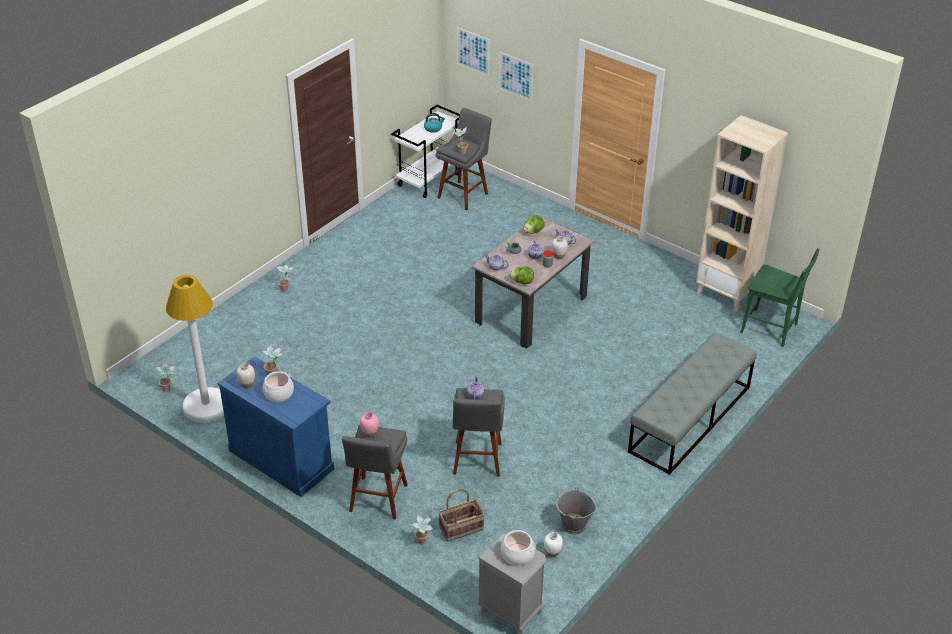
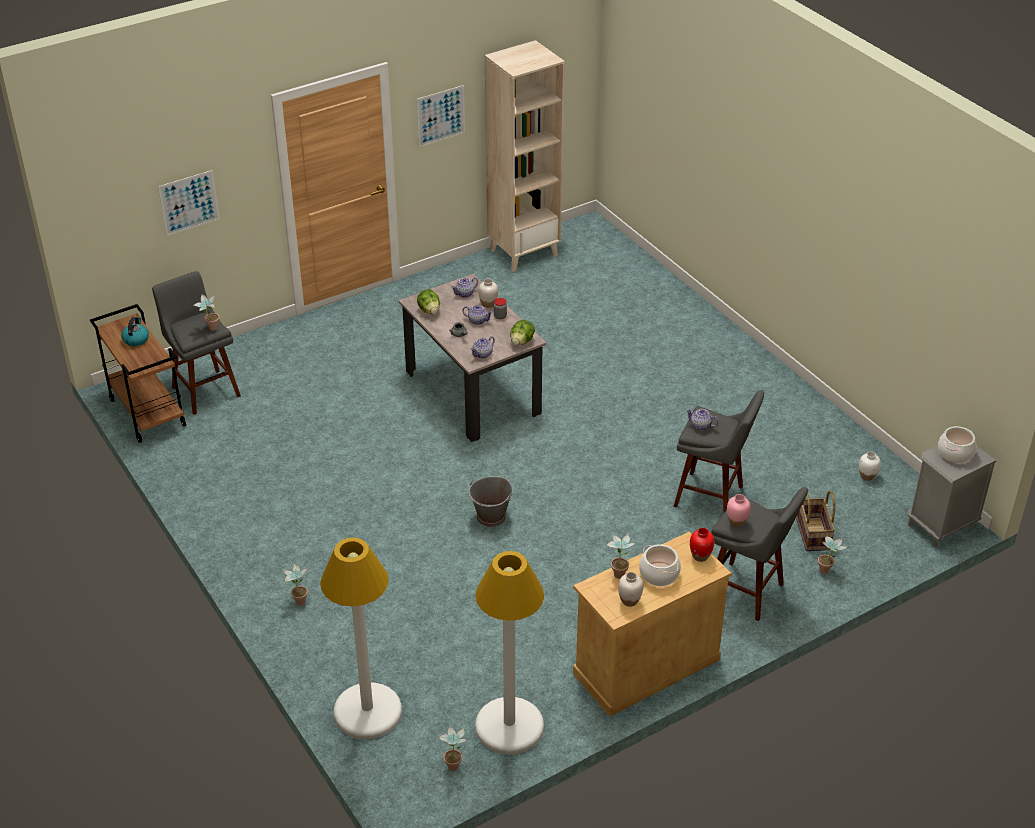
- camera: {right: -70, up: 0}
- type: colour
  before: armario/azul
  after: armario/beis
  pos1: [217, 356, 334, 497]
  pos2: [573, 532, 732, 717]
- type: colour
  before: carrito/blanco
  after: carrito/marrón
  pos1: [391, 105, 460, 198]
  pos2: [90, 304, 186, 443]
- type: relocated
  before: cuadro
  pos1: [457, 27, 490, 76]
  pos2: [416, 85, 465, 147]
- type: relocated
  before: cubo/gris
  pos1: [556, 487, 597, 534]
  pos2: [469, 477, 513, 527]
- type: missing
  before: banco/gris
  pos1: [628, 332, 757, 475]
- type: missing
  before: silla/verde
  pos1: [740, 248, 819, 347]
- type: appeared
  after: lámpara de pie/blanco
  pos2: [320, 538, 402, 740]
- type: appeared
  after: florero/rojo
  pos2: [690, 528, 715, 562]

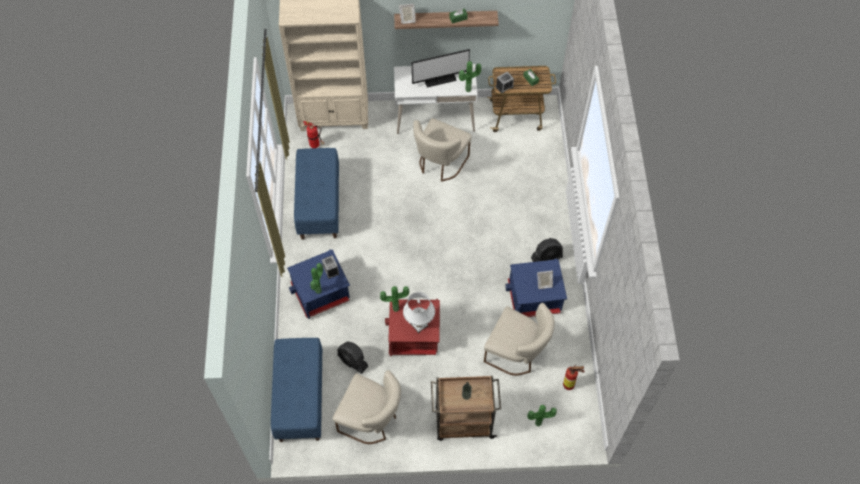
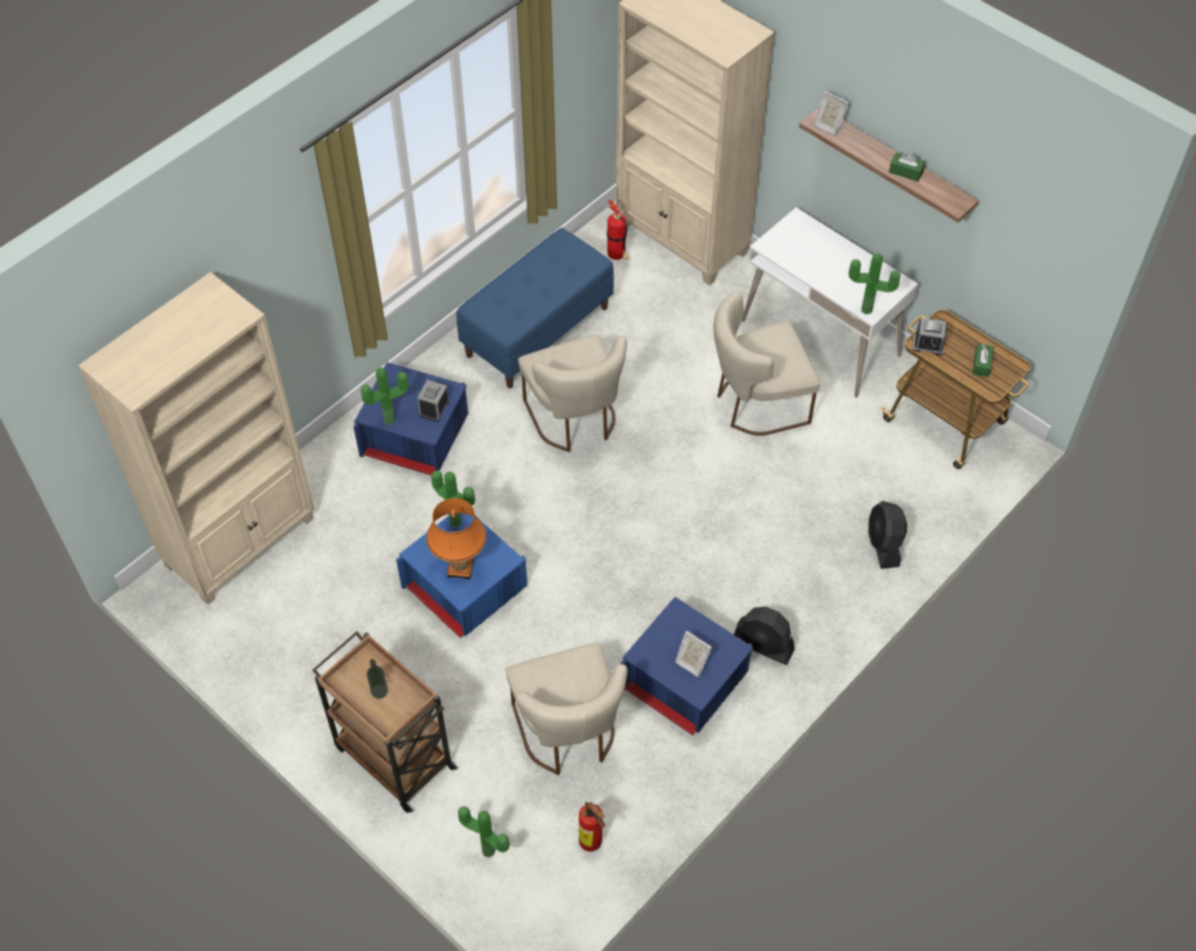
- camera: {right: 45, up: -5}
- type: exchanged
  before: banco/azul
  after: estantería/beis
  pos1: [271, 338, 322, 442]
  pos2: [78, 272, 315, 605]
- type: relocated
  before: silla/beis
  pos1: [333, 370, 401, 444]
  pos2: [518, 334, 627, 452]
- type: relocated
  before: ventilador/negro
  pos1: [337, 341, 368, 374]
  pos2: [868, 501, 907, 569]
- type: colour
  before: caja de almacenaje/rojo
  after: caja de almacenaje/azul
  pos1: [385, 299, 440, 356]
  pos2: [396, 513, 527, 638]
- type: colour
  before: lámpara de mesa/blanco
  after: lámpara de mesa/naranja
  pos1: [403, 292, 435, 333]
  pos2: [426, 498, 486, 579]
- type: missing
  before: monitor
  pos1: [412, 49, 470, 87]

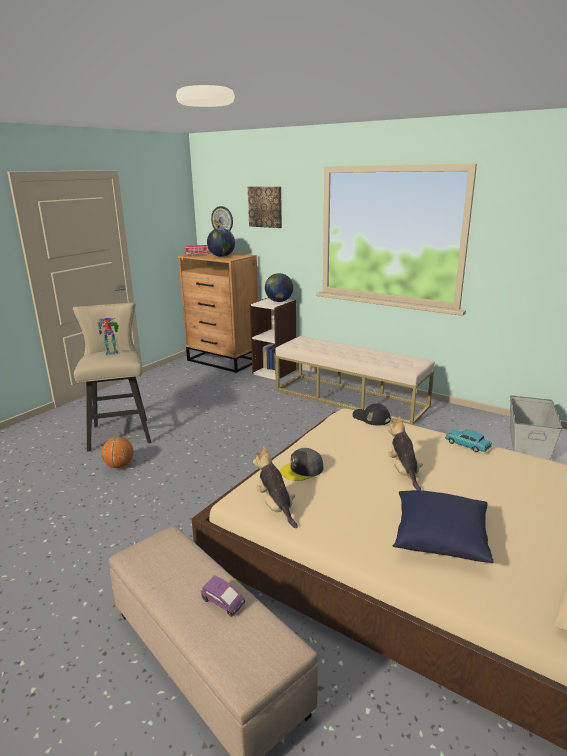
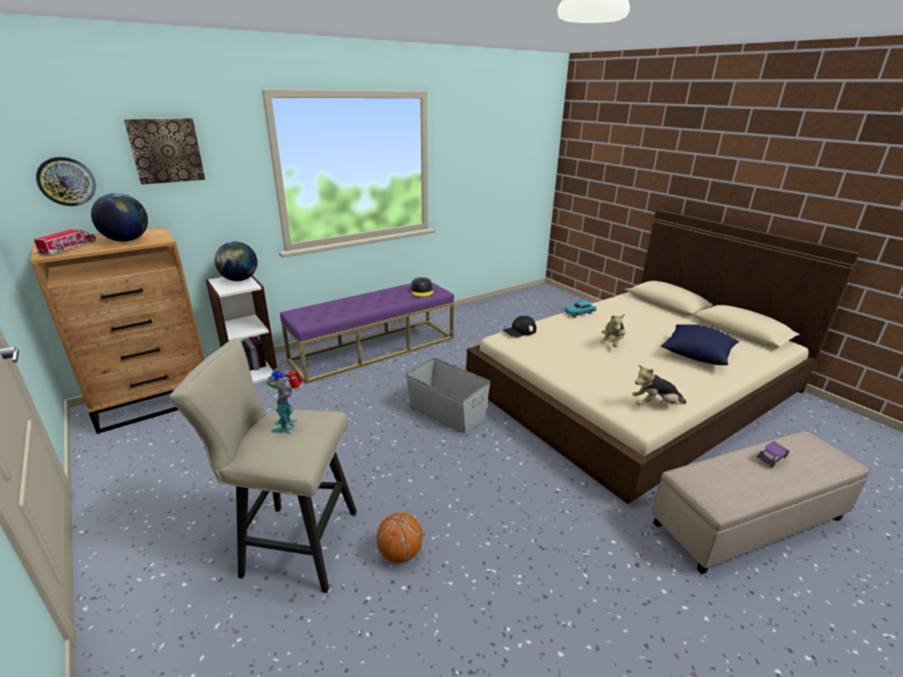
- camera: {right: -70, up: 5}
- type: colour
  before: banco/beis
  after: banco/morado
  pos1: [275, 336, 435, 425]
  pos2: [280, 282, 454, 384]
- type: relocated
  before: gorra/gris
  pos1: [280, 448, 324, 481]
  pos2: [411, 277, 433, 297]
- type: spun
  before: peluche
  pos1: [388, 416, 423, 490]
  pos2: [600, 314, 626, 347]
  turn: -75
- type: relocated
  before: caja de almacenaje/gris
  pos1: [510, 396, 562, 460]
  pos2: [406, 358, 491, 433]

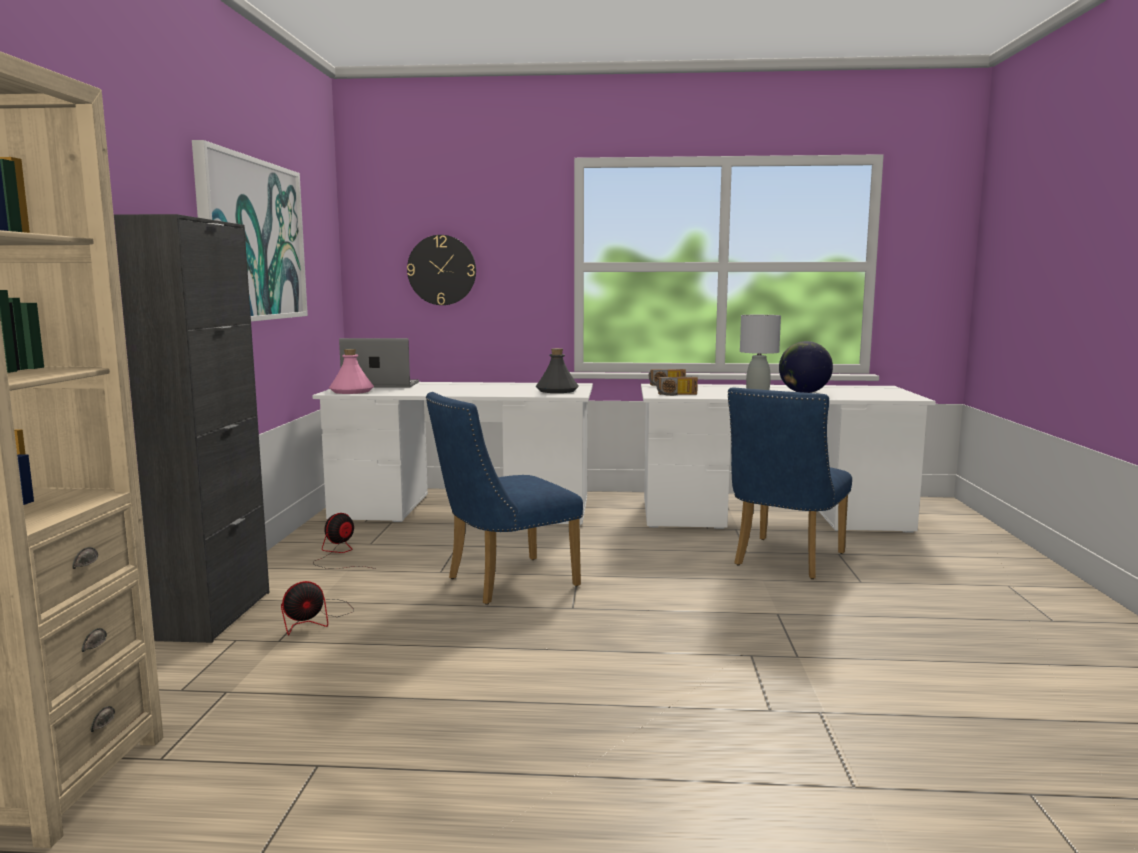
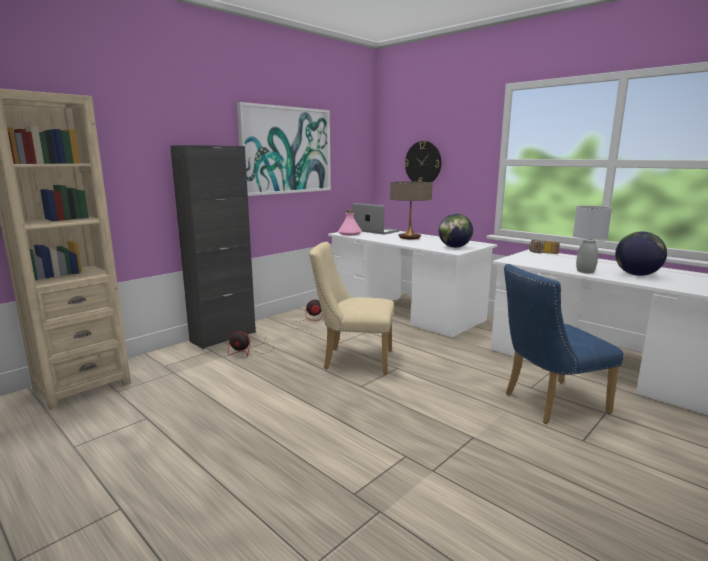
- camera: {right: 40, up: 5}
- type: colour
  before: silla/azul
  after: silla/beis
  pos1: [426, 392, 583, 605]
  pos2: [309, 242, 394, 375]
- type: exchanged
  before: botella/gris
  after: globo terráqueo
  pos1: [535, 348, 579, 393]
  pos2: [439, 214, 473, 248]
- type: missing
  before: radio
  pos1: [656, 377, 698, 396]
- type: appeared
  after: lámpara de mesa
  pos2: [390, 181, 433, 239]

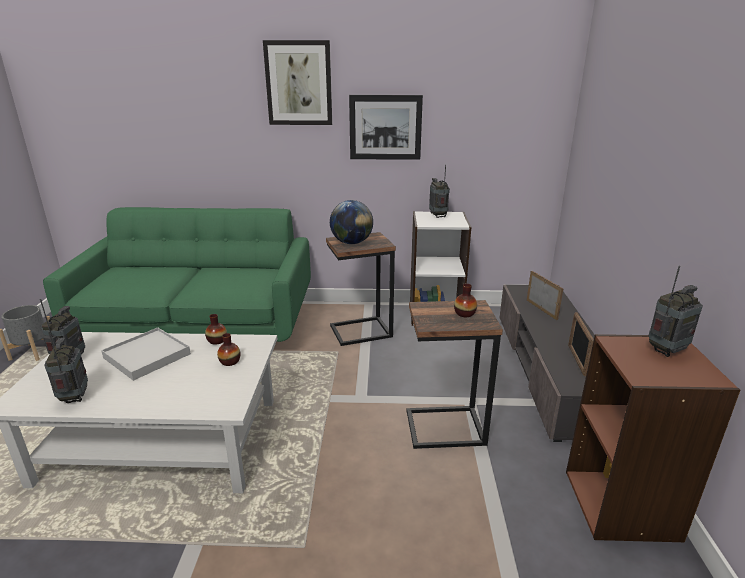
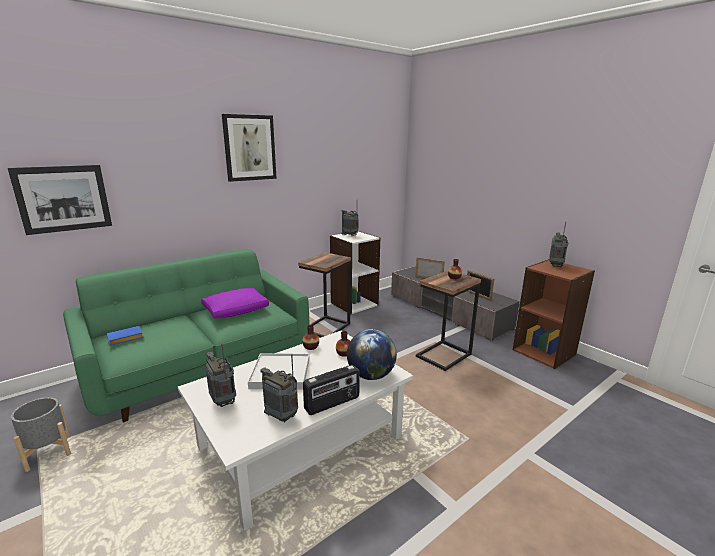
- camera: {right: -40, up: -5}
- type: relocated
  before: globo terráqueo
  pos1: [330, 200, 373, 244]
  pos2: [347, 329, 397, 380]
- type: relocated
  before: cuadro
  pos1: [349, 95, 423, 160]
  pos2: [8, 165, 112, 235]
- type: appeared
  after: libro/azul
  pos2: [107, 326, 143, 346]
- type: appeared
  after: cojín/morado
  pos2: [201, 288, 269, 319]
- type: appeared
  after: radio
  pos2: [303, 365, 360, 415]

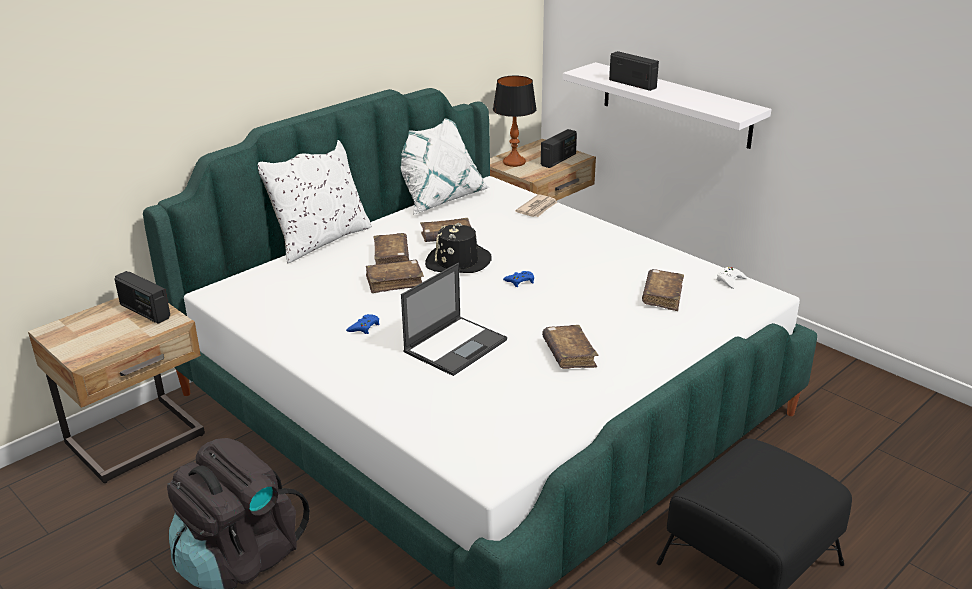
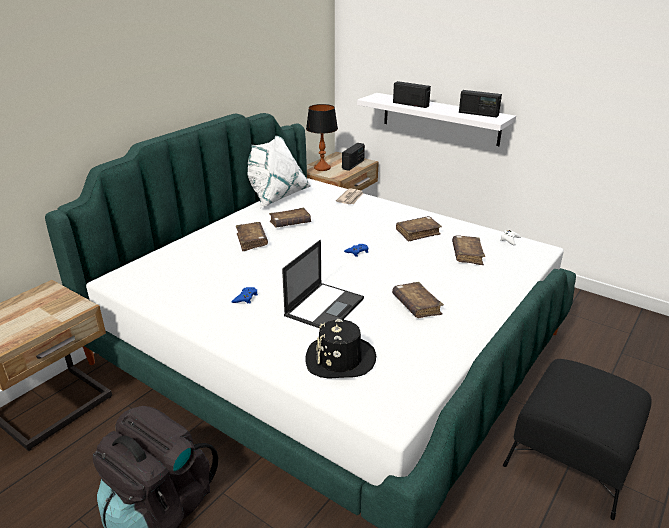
- camera: {right: -10, up: 0}
- type: relocated
  before: radio
  pos1: [115, 271, 170, 324]
  pos2: [459, 90, 502, 118]
- type: missing
  before: cojín/blanco
  pos1: [258, 140, 372, 263]
- type: relocated
  before: libro/marrón
  pos1: [366, 260, 424, 293]
  pos2: [396, 216, 442, 242]
- type: relocated
  before: sombrero/negro
  pos1: [425, 223, 492, 273]
  pos2: [305, 319, 376, 379]

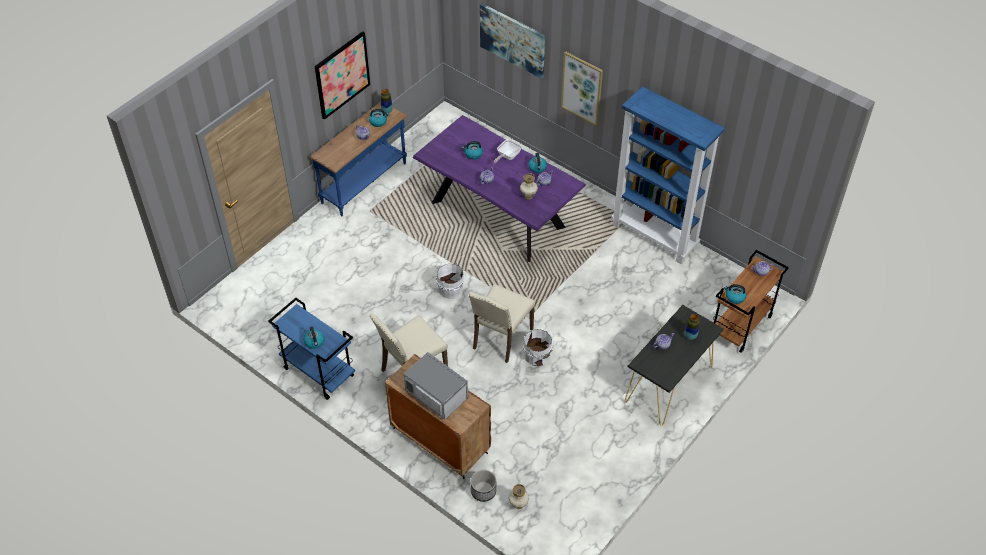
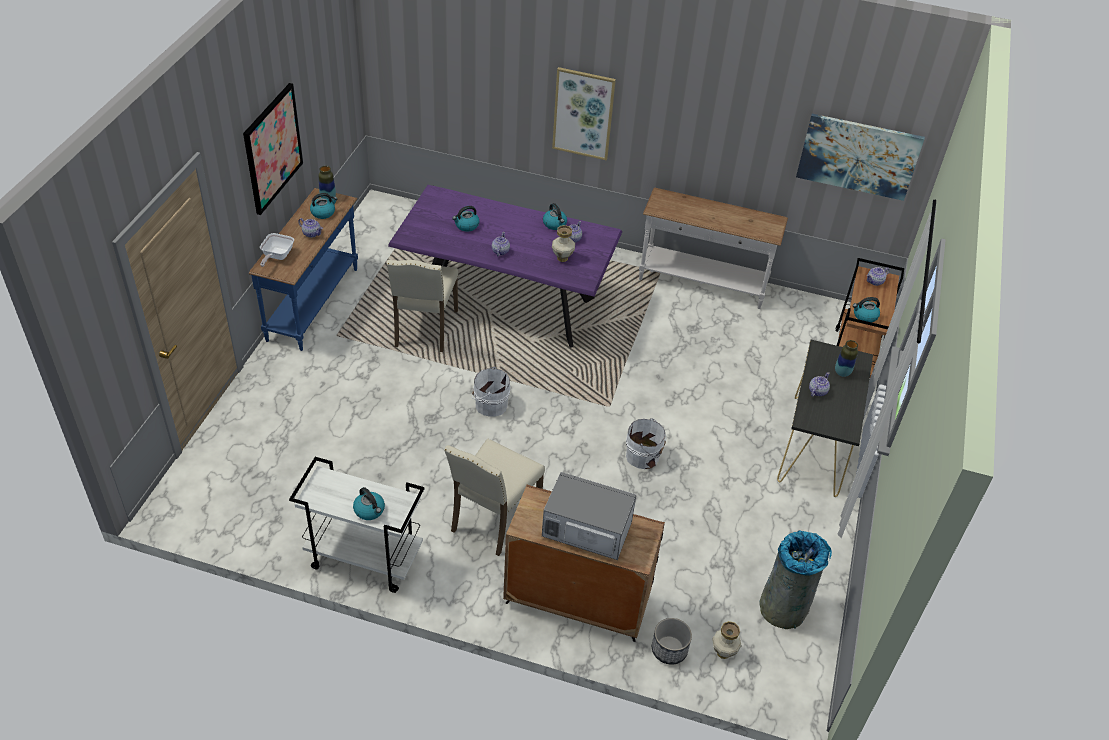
- camera: {right: -25, up: -5}
- type: colour
  before: carrito/azul
  after: carrito/blanco
  pos1: [268, 298, 355, 400]
  pos2: [289, 457, 425, 593]
- type: relocated
  before: silla/beis
  pos1: [468, 284, 535, 363]
  pos2: [387, 260, 458, 352]
- type: relocated
  before: cuadro
  pos1: [480, 3, 545, 79]
  pos2: [796, 114, 925, 201]
- type: relocated
  before: sartén
  pos1: [494, 139, 522, 163]
  pos2: [260, 233, 294, 267]
- type: exchanged
  before: estantería/azul
  after: mesa consola/blanco
  pos1: [611, 86, 725, 264]
  pos2: [639, 188, 788, 309]
- type: appeared
  after: papelera/gris
  pos2: [760, 530, 832, 629]

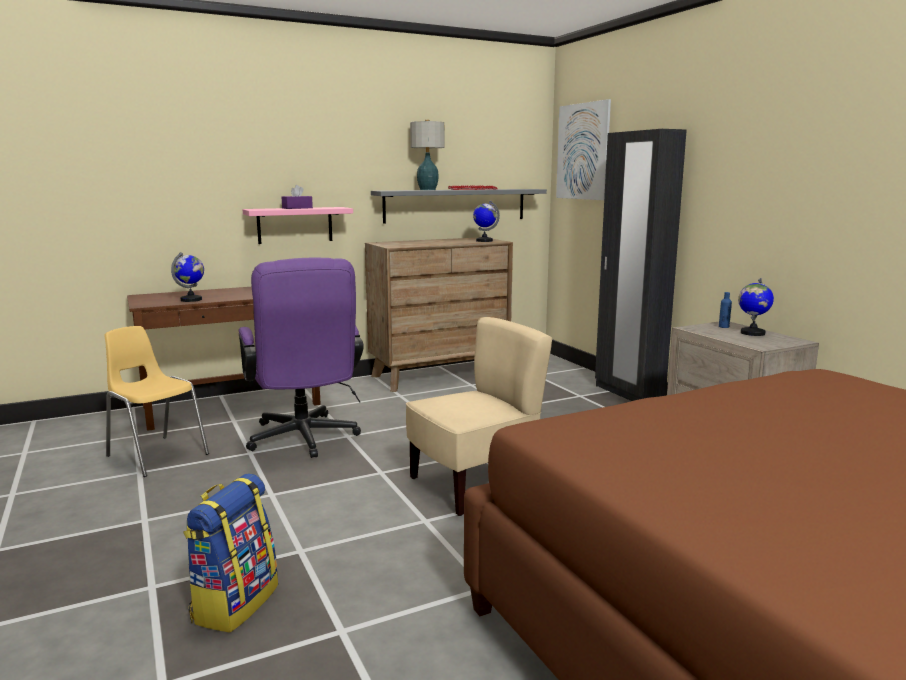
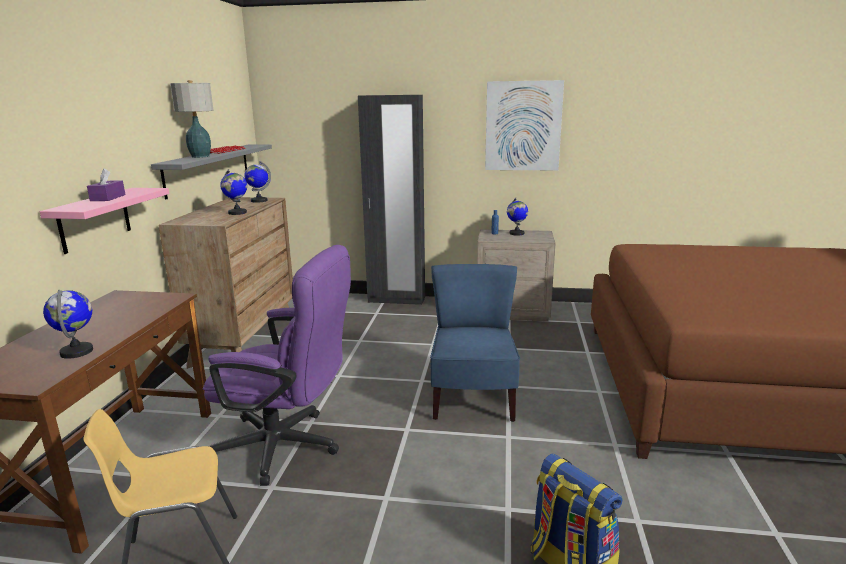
- camera: {right: -55, up: 5}
- type: colour
  before: silla/beis
  after: silla/azul
  pos1: [406, 317, 552, 516]
  pos2: [430, 264, 520, 422]
- type: relocated
  before: cuadro
  pos1: [556, 99, 611, 200]
  pos2: [485, 80, 564, 170]
- type: appeared
  after: globo terráqueo
  pos2: [220, 169, 247, 215]

